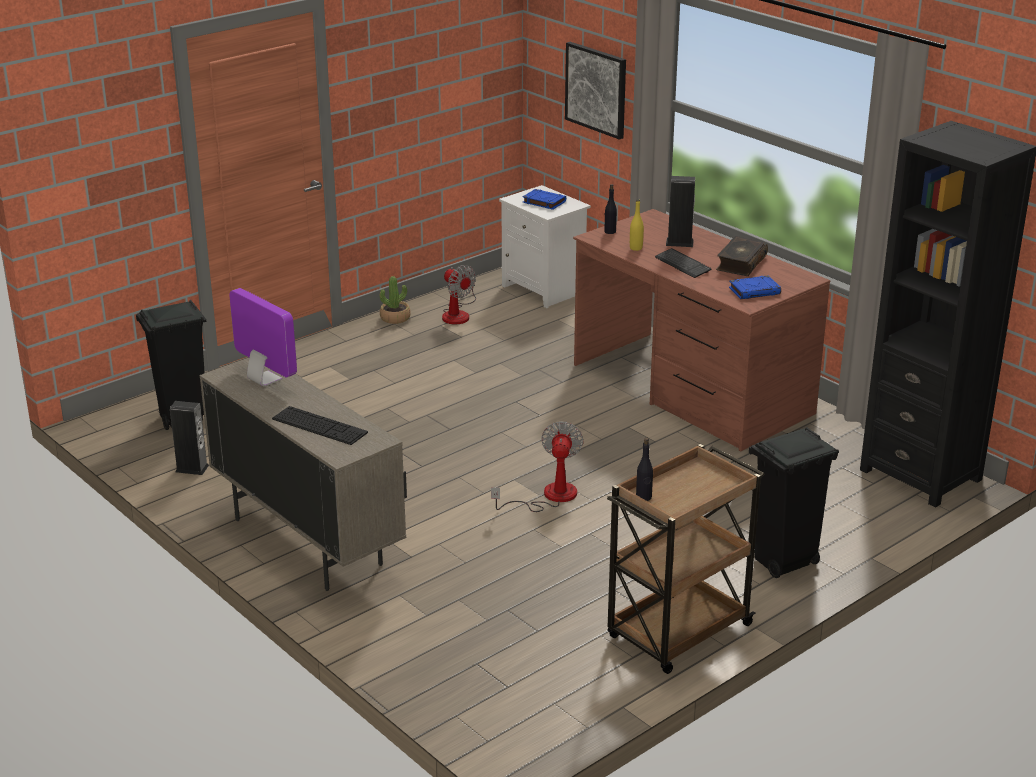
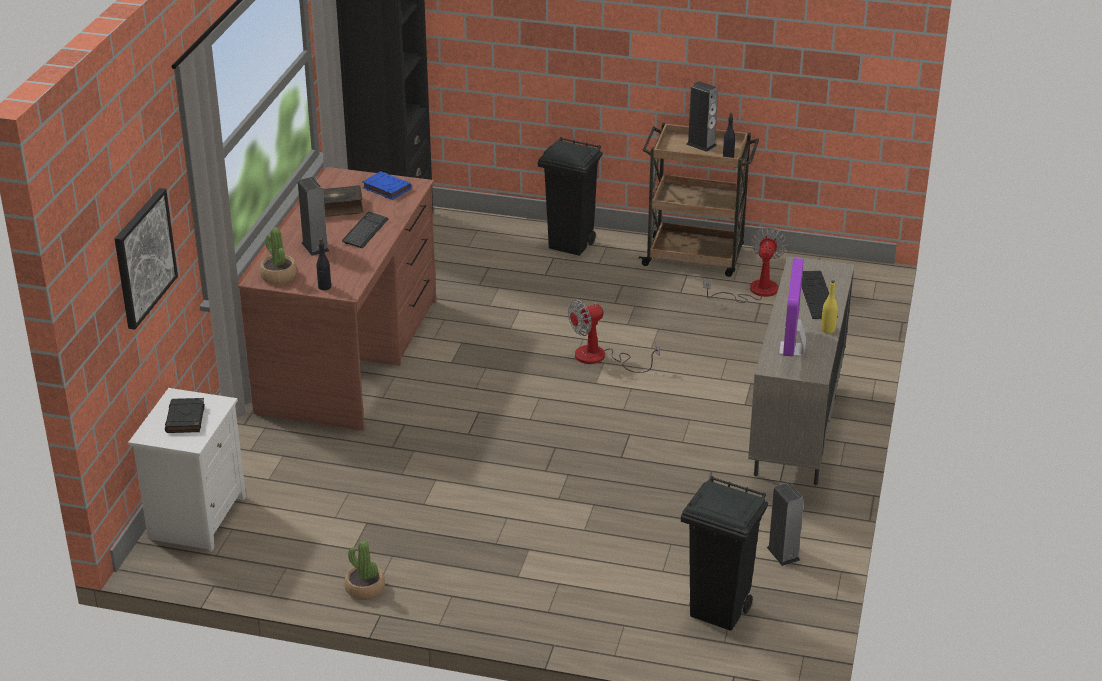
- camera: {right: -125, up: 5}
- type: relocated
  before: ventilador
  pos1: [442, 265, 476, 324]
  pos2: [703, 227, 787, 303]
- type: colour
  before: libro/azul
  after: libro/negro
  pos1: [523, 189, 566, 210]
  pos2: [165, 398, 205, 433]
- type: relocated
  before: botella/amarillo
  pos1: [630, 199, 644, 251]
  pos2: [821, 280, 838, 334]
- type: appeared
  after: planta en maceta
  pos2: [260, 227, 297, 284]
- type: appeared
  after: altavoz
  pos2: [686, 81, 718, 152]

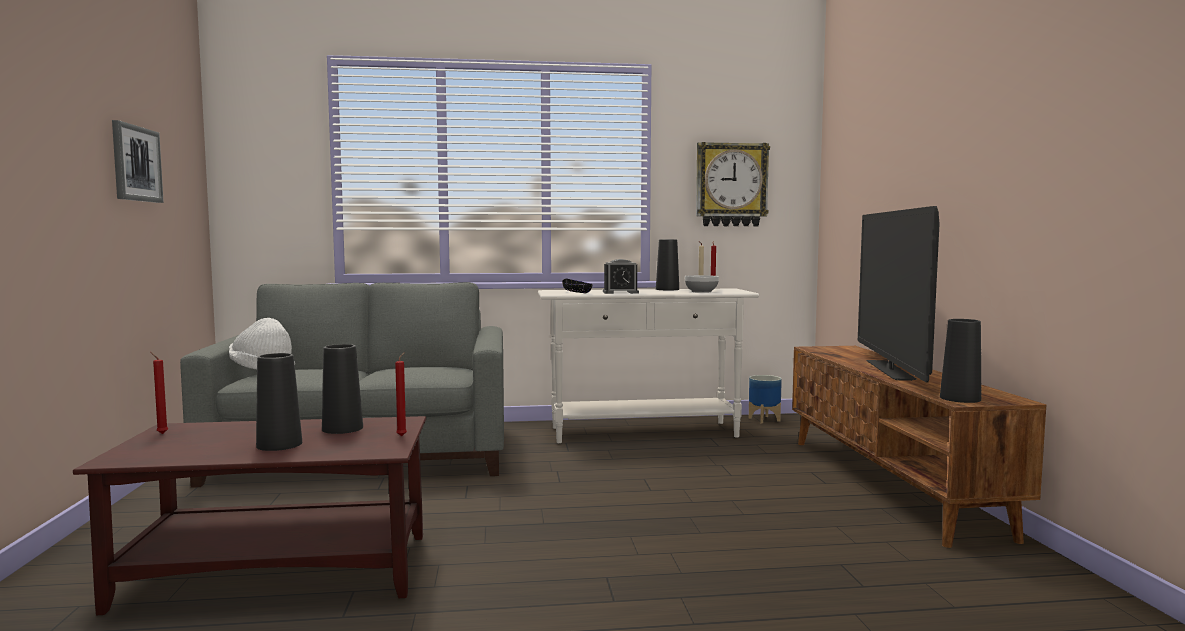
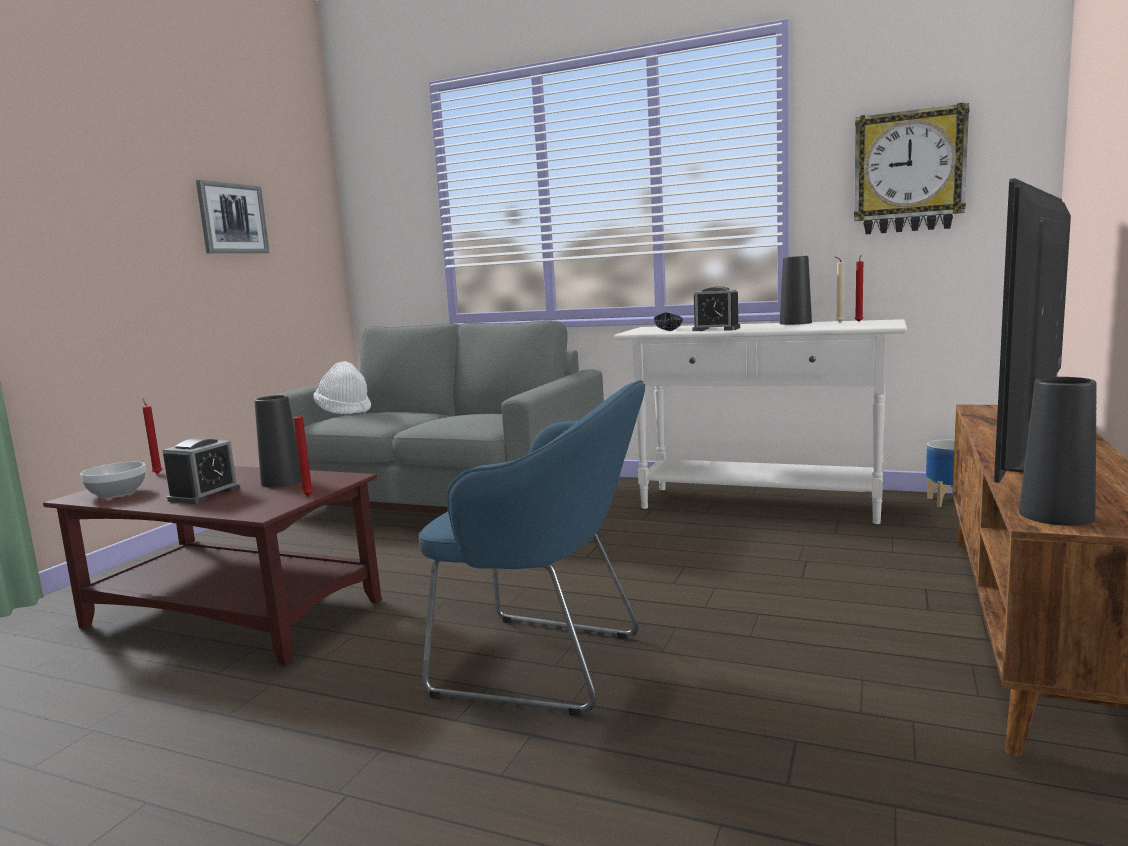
- camera: {right: 30, up: 5}
- type: exchanged
  before: florero/negro
  after: despertador
  pos1: [256, 353, 302, 451]
  pos2: [162, 438, 240, 504]
- type: relocated
  before: cuenco
  pos1: [685, 275, 719, 293]
  pos2: [80, 462, 146, 498]
- type: appeared
  after: sillón/azul
  pos2: [419, 380, 645, 716]

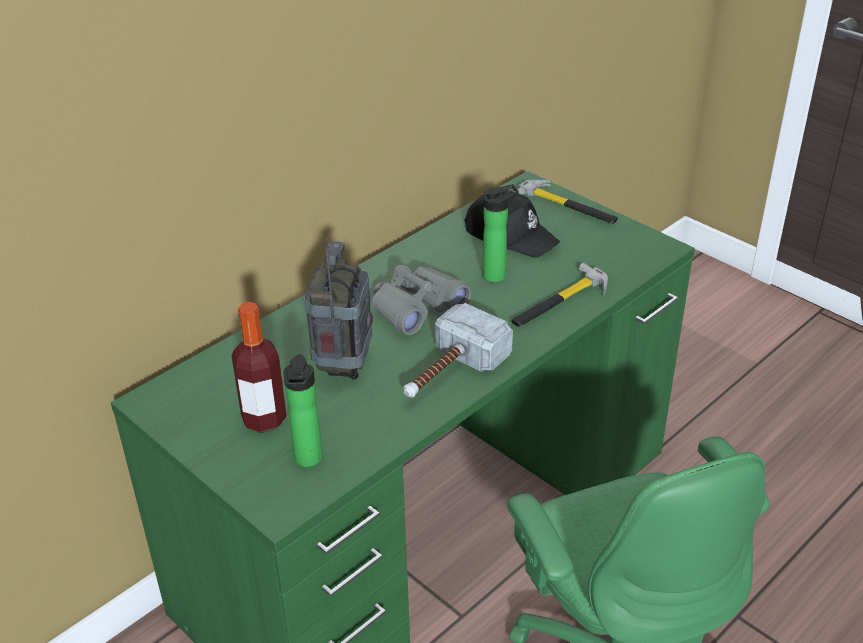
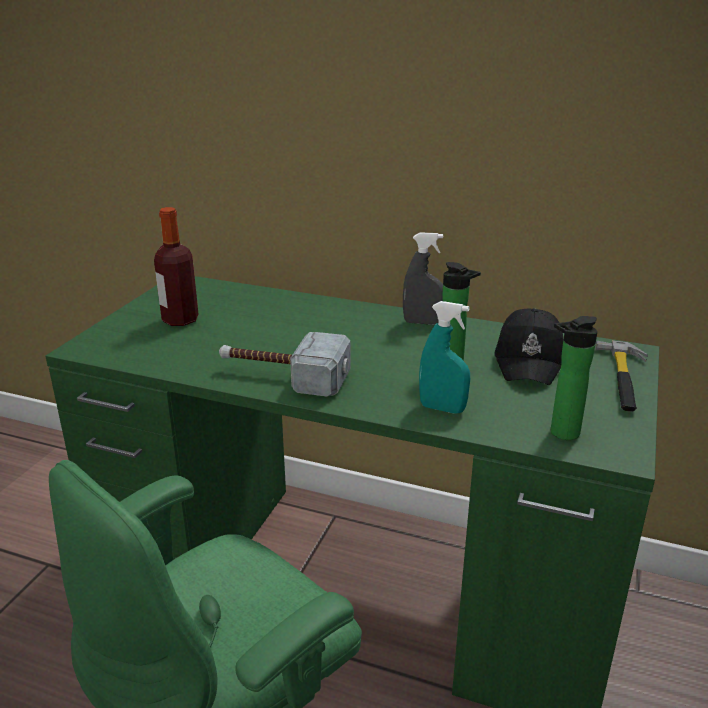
- camera: {right: 65, up: -10}
- type: relocated
  before: botella
  pos1: [283, 354, 323, 467]
  pos2: [551, 316, 597, 440]
- type: missing
  before: radio
  pos1: [304, 239, 373, 380]
- type: missing
  before: prismáticos/gris
  pos1: [372, 265, 472, 335]
- type: exchanged
  before: martillo
  after: pulverizador/turquesa
  pos1: [511, 263, 608, 327]
  pos2: [419, 301, 470, 414]
- type: appeared
  after: pulverizador/gris
  pos2: [403, 232, 443, 325]

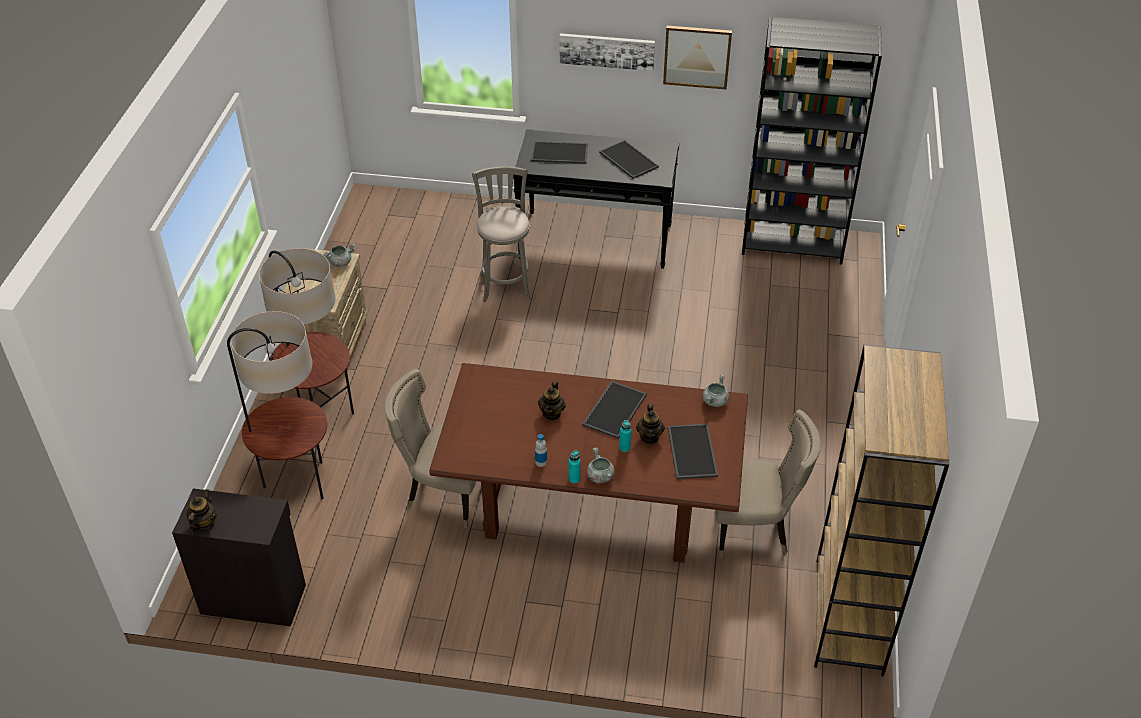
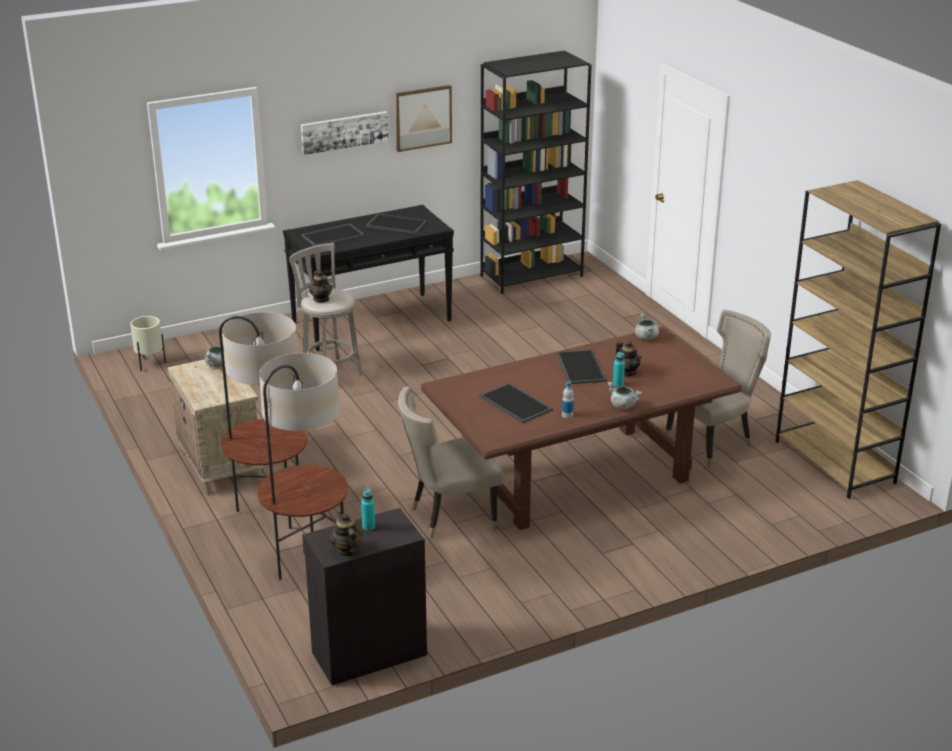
- camera: {right: -35, up: -15}
- type: relocated
  before: tetera
  pos1: [538, 381, 566, 420]
  pos2: [309, 270, 332, 302]
- type: relocated
  before: botella/turquesa
  pos1: [569, 450, 580, 484]
  pos2: [361, 488, 375, 531]
- type: relocated
  before: bandeja
  pos1: [668, 424, 718, 479]
  pos2: [479, 383, 552, 423]
- type: appeared
  after: maceta/beis
  pos2: [130, 316, 166, 371]

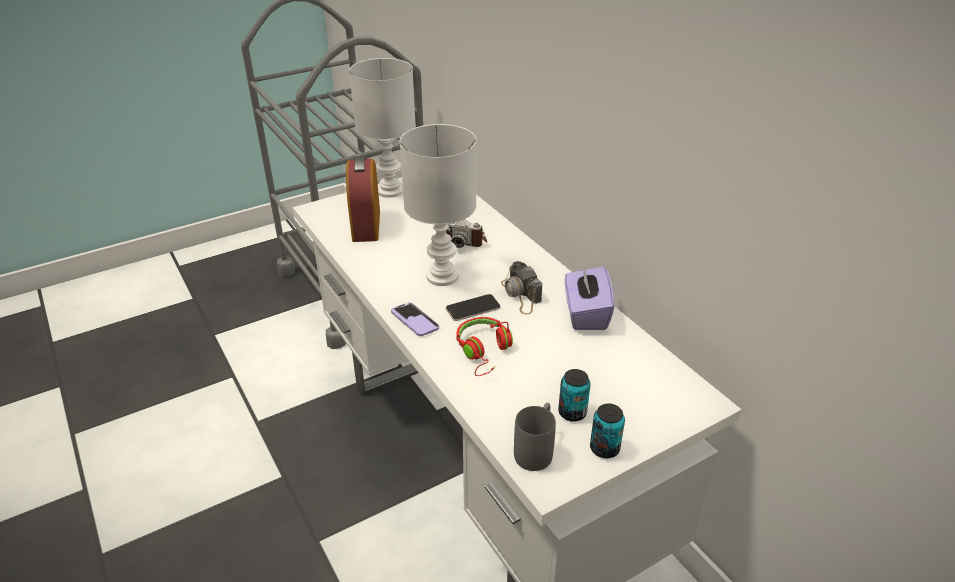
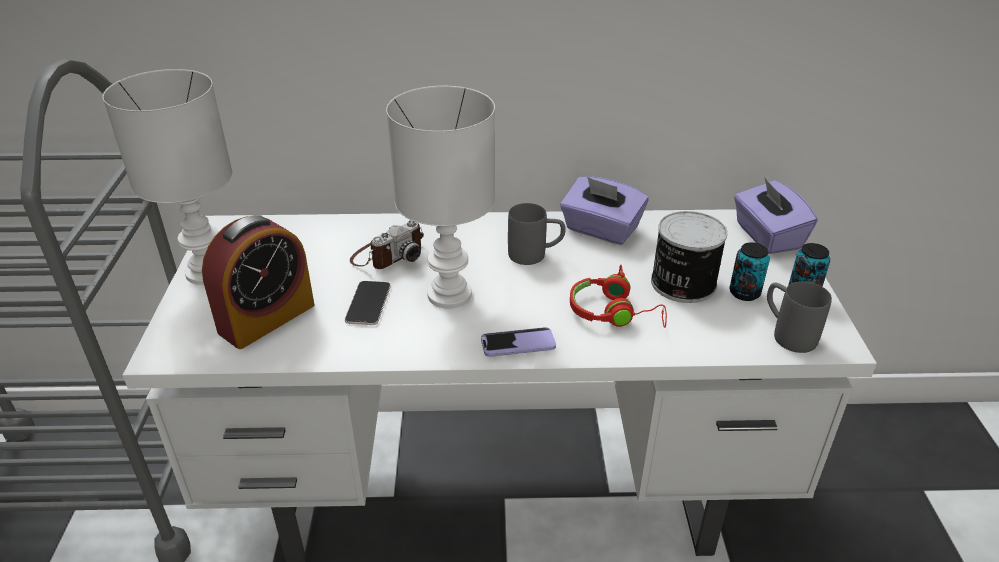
- camera: {right: -60, up: 0}
- type: spun
  before: despertador
  pos1: [346, 156, 380, 242]
  pos2: [202, 215, 315, 349]
  turn: -75
- type: relocated
  before: móvil
  pos1: [446, 294, 501, 321]
  pos2: [345, 281, 391, 325]
- type: exchanged
  before: cámara
  after: taza grande/gris
  pos1: [501, 261, 542, 315]
  pos2: [508, 203, 565, 265]
- type: appeared
  after: lata
  pos2: [651, 211, 728, 303]
- type: appeared
  after: caja de pañuelos/morado
  pos2: [734, 178, 818, 254]

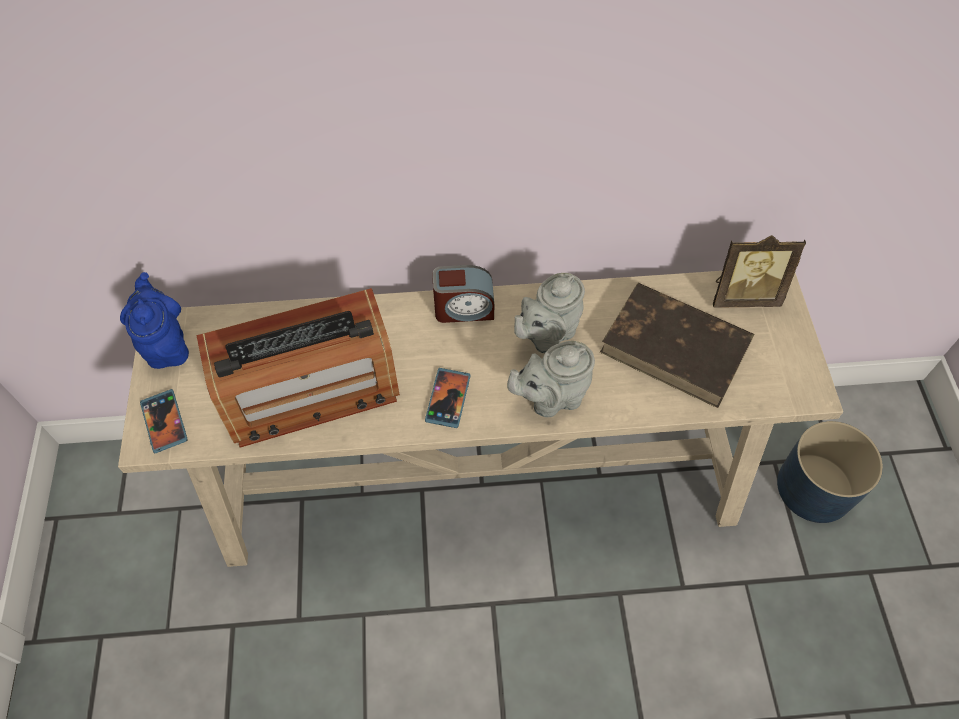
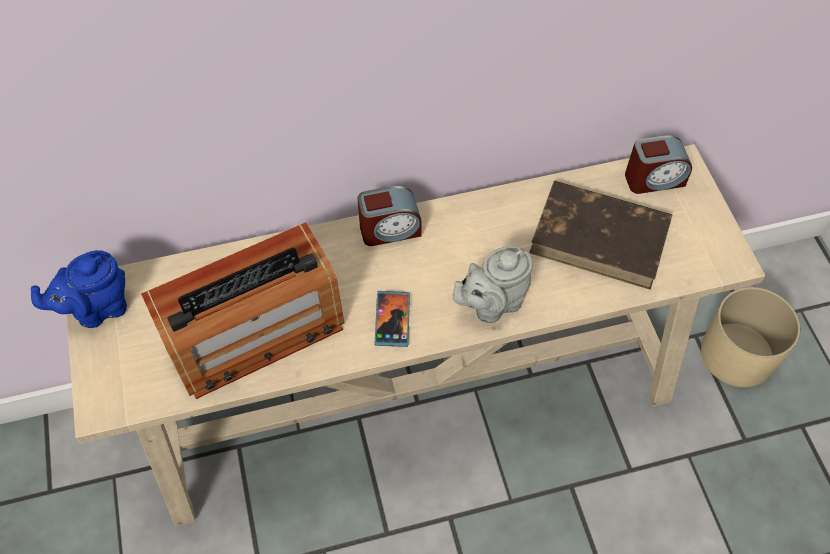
- camera: {right: -10, up: 0}
- type: spun
  before: tetera/azul
  pos1: [120, 272, 189, 369]
  pos2: [31, 250, 127, 328]
  turn: -90
- type: missing
  before: móvil
  pos1: [140, 389, 187, 453]
- type: missing
  before: tetera/gris
  pos1: [514, 273, 585, 353]
- type: exchanged
  before: portarretratos
  after: despertador
  pos1: [713, 235, 806, 308]
  pos2: [625, 135, 692, 194]
- type: colour
  before: maceta/azul
  after: maceta/beis
  pos1: [777, 421, 883, 523]
  pos2: [701, 287, 800, 387]

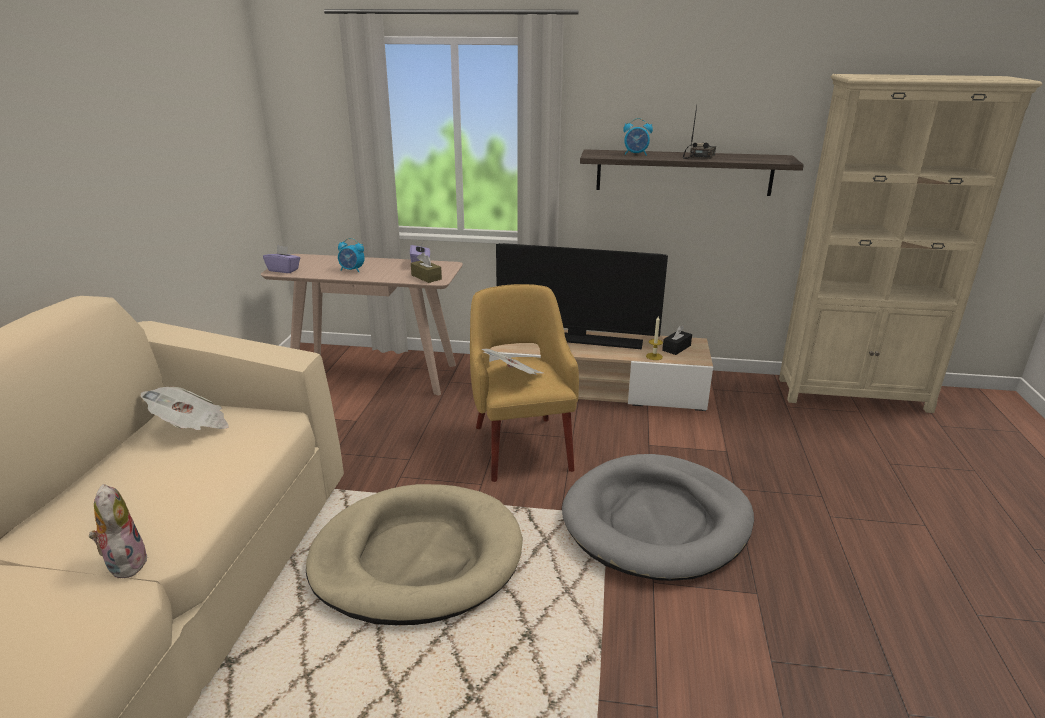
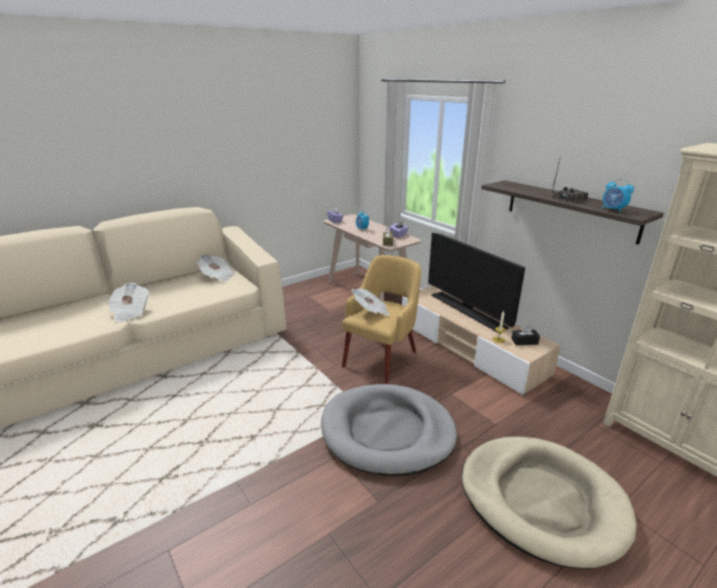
- camera: {right: 45, up: 0}
- type: exchanged
  before: peluche
  after: periódico
  pos1: [89, 484, 148, 578]
  pos2: [108, 283, 150, 322]
- type: relocated
  before: cama para perro/beis
  pos1: [306, 484, 523, 625]
  pos2: [462, 436, 637, 569]
- type: relocated
  before: despertador
  pos1: [623, 118, 653, 156]
  pos2: [601, 179, 634, 213]

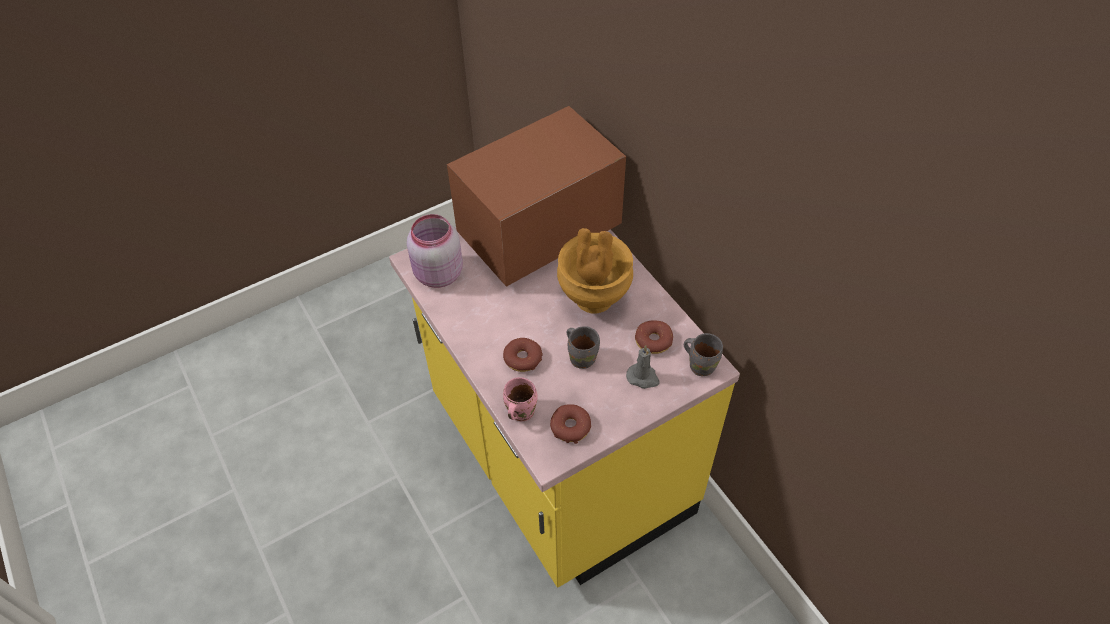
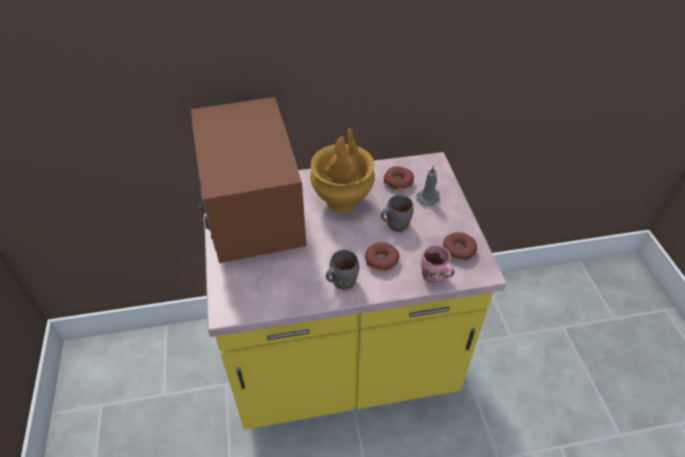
- camera: {right: -70, up: -5}
- type: missing
  before: tarro/rosa
  pos1: [407, 214, 463, 288]
- type: relocated
  before: taza grande/gris
  pos1: [684, 333, 723, 376]
  pos2: [326, 250, 359, 290]

